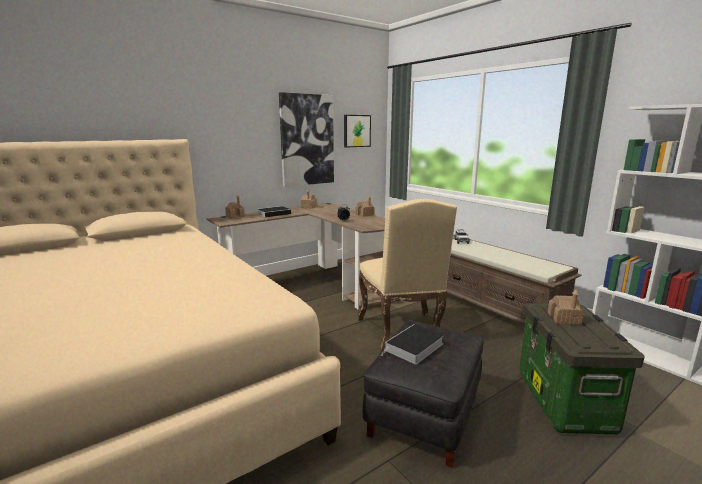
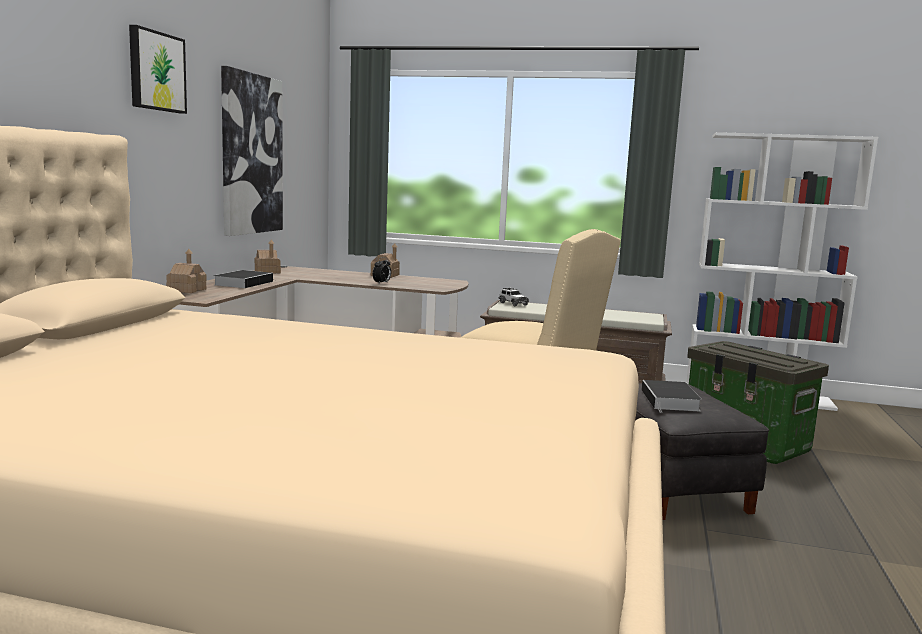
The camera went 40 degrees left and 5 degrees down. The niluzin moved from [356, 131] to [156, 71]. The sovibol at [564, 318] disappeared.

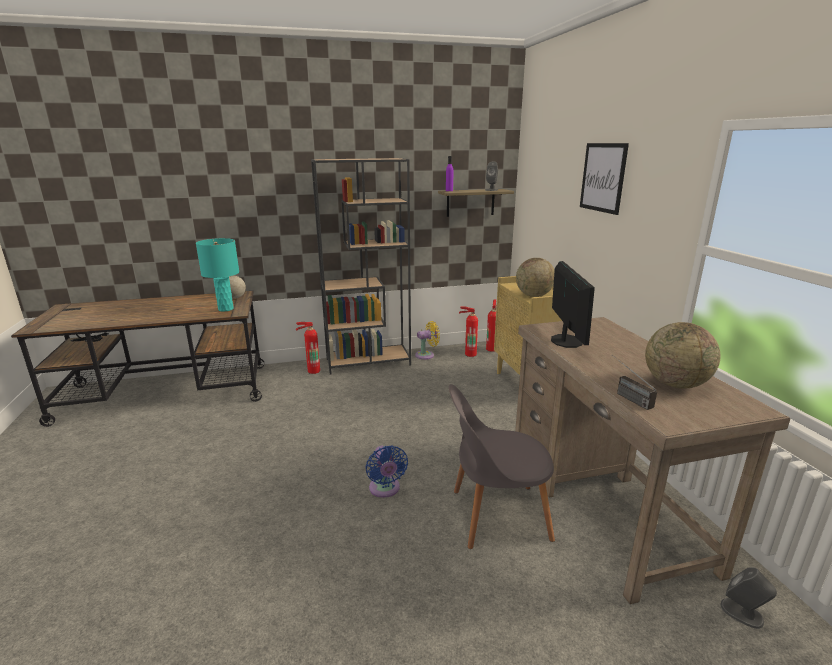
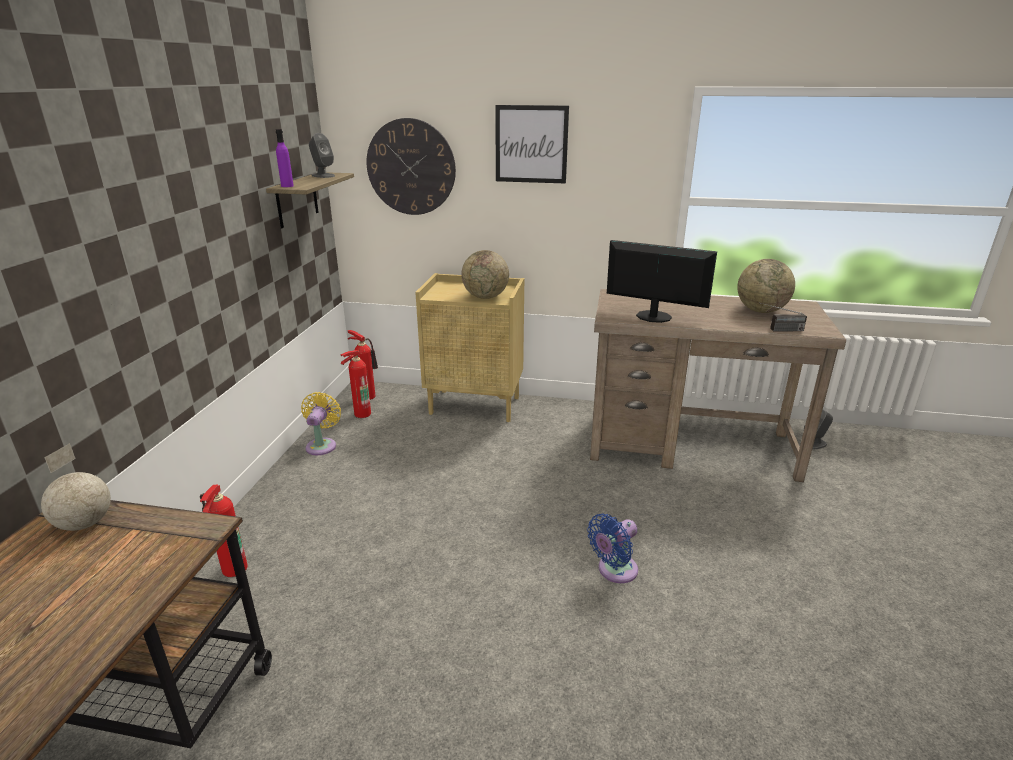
The camera went 65 degrees left and 5 degrees up. The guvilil at [368, 362] disappeared. The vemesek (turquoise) at [225, 309] disappeared. The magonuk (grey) at [495, 515] disappeared. The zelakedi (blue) at [385, 489] turned 135 degrees clockwise. The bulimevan at [411, 167] appeared.

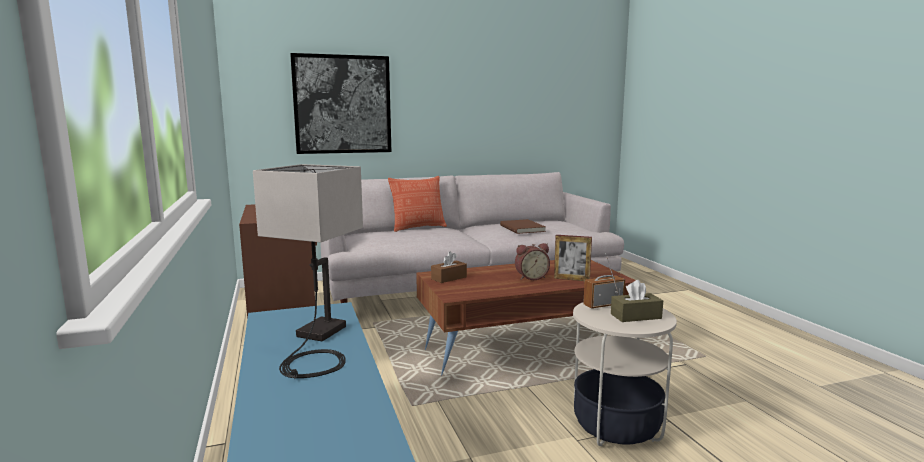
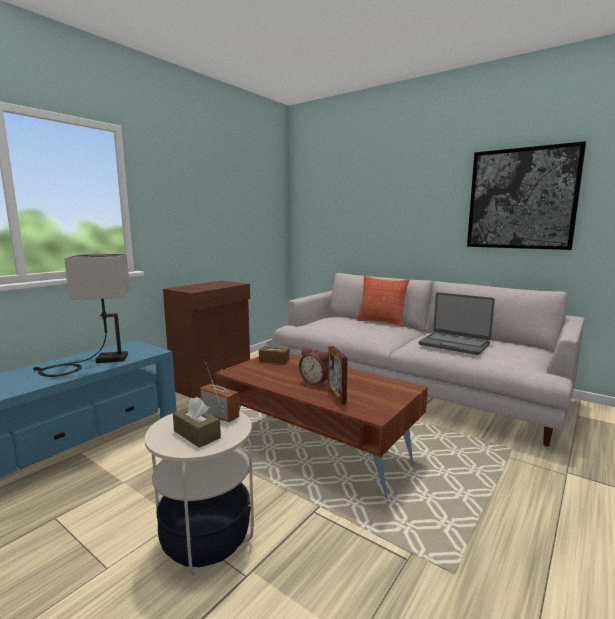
The camera went 55 degrees right and 0 degrees up. The niluzin moved from [342, 104] to [521, 199]. The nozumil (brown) at [523, 228] was replaced by the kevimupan at [454, 344].

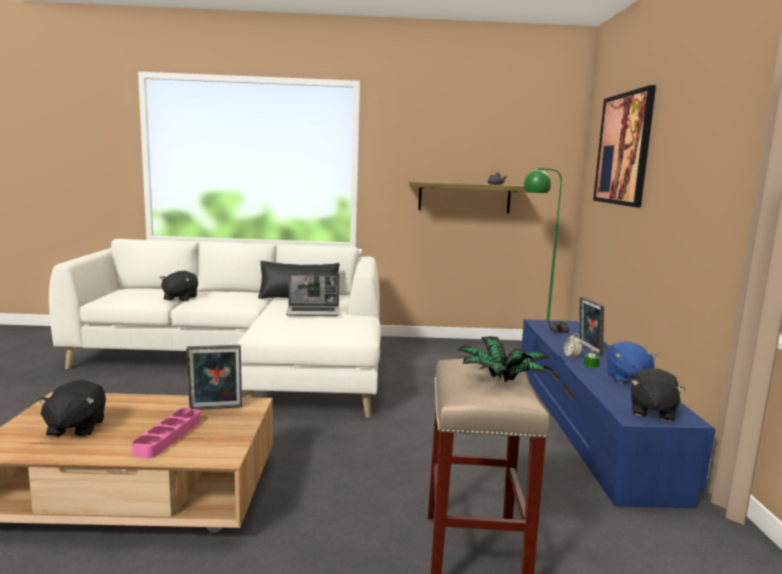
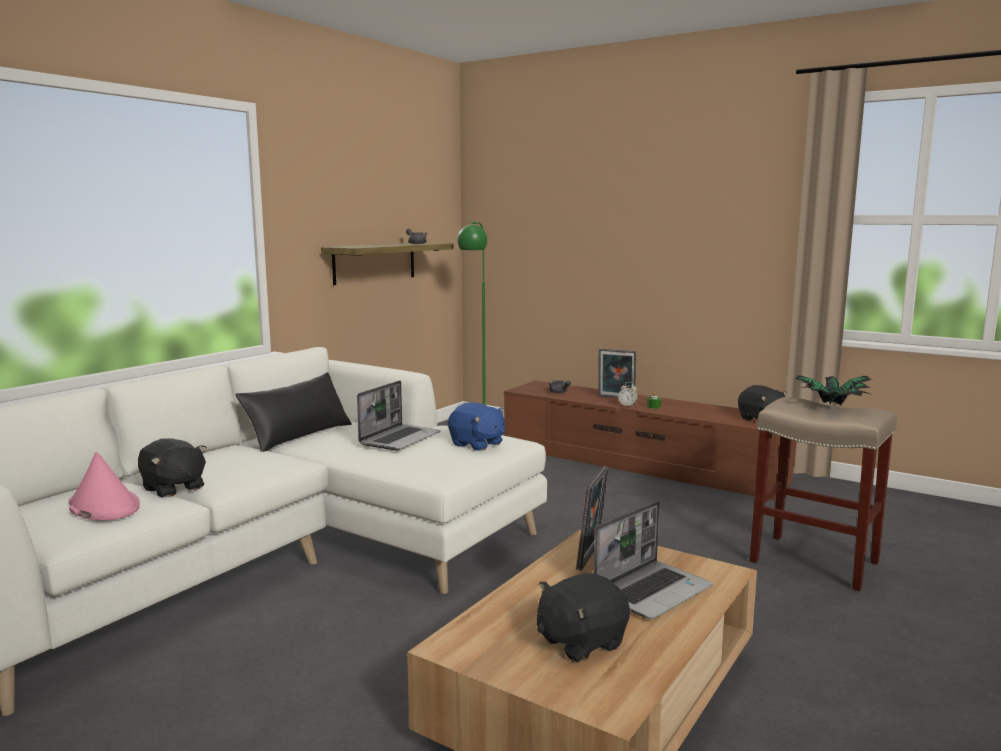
The camera went 55 degrees left and 0 degrees up. The niluzin at [623, 149] disappeared. The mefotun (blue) at [589, 422] became the mefotun (brown) at [640, 462]. The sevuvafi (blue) moved from [626, 378] to [477, 444]. The sevuvafi (black) at [75, 428] turned 120 degrees clockwise. The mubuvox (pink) at [168, 436] was replaced by the kevimupan at [652, 591]. The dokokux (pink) at [103, 506] appeared.

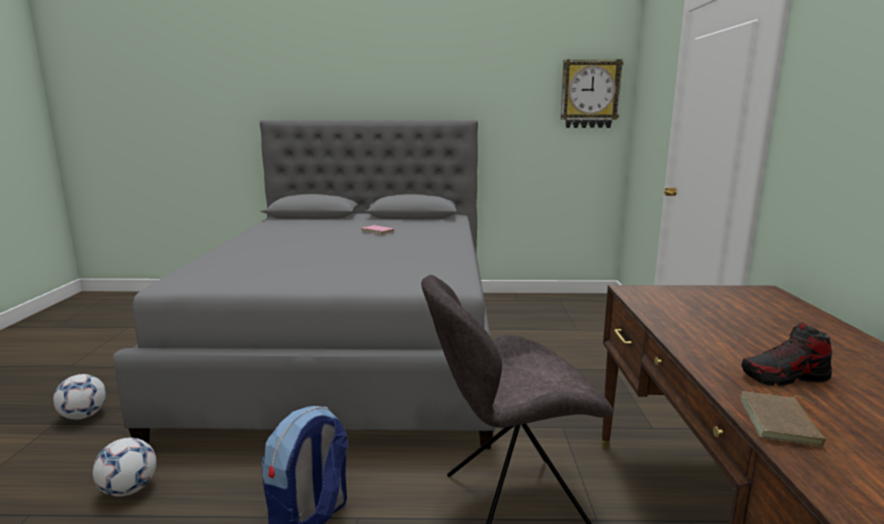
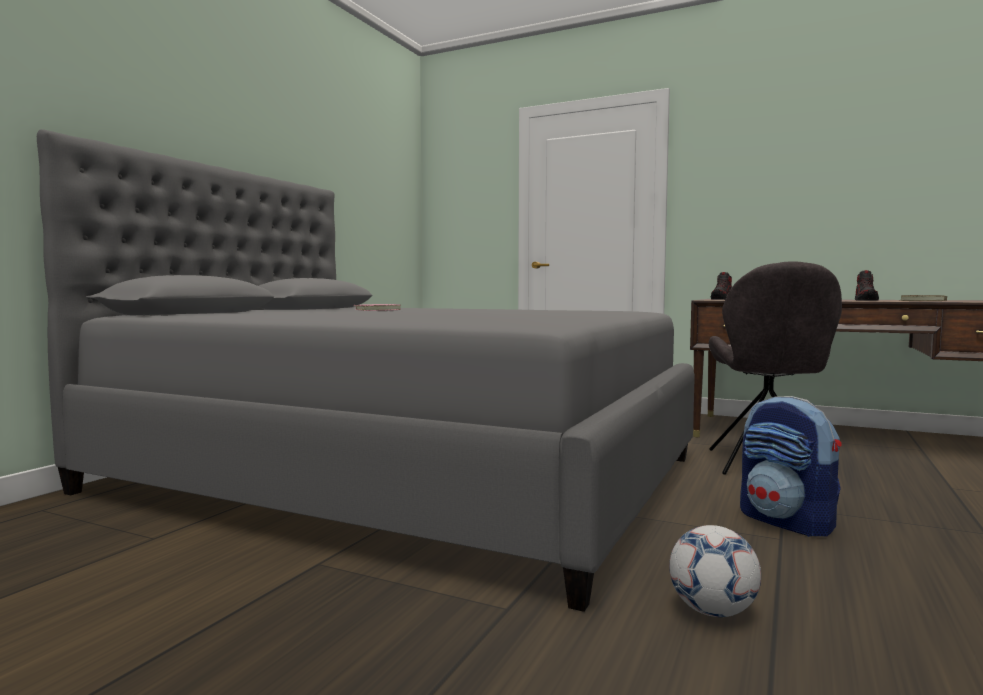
The camera went 65 degrees left and 10 degrees down. The bulimevan at [589, 94] disappeared. The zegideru at [84, 416] disappeared. The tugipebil at [721, 299] appeared.

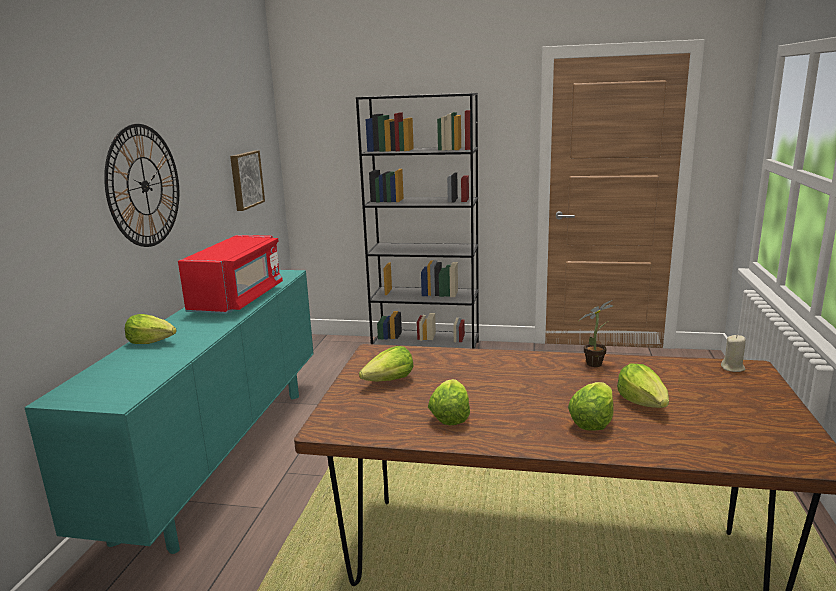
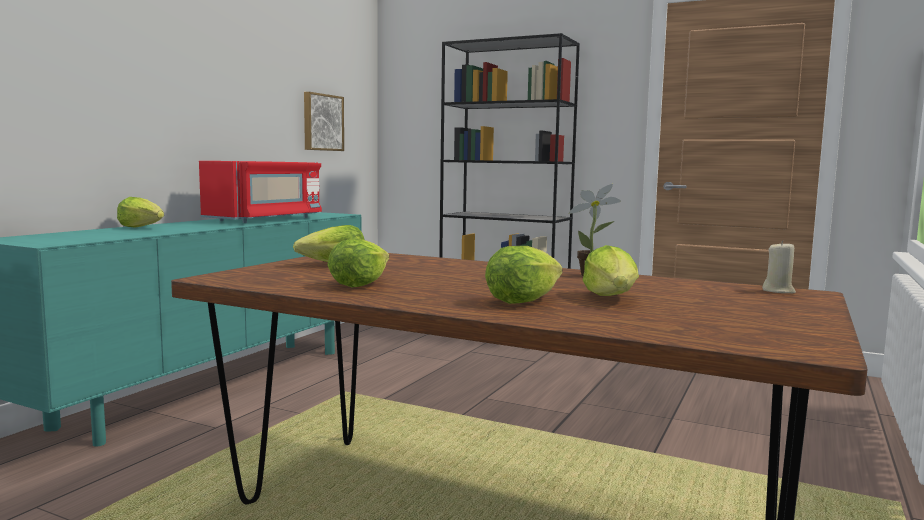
The camera went 15 degrees right and 10 degrees down. The bulimevan at [144, 186] disappeared.

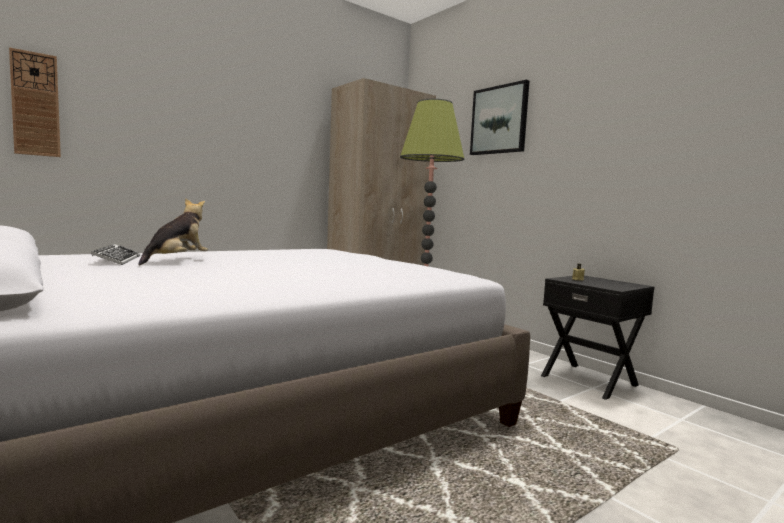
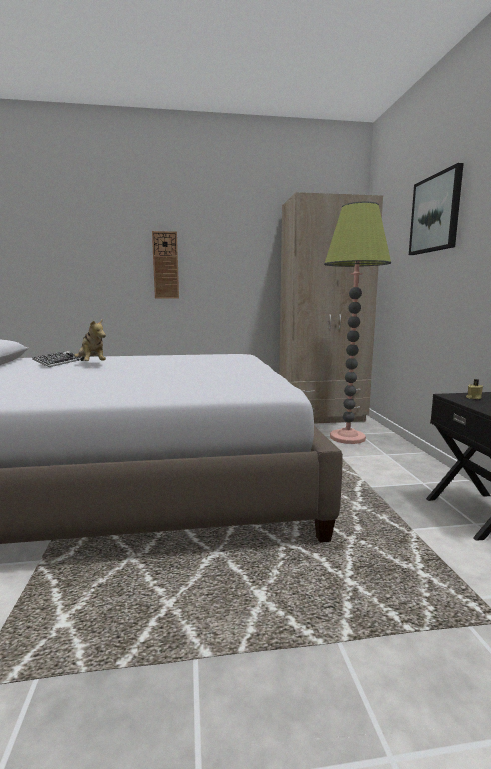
The camera went 30 degrees right and 5 degrees up. The bulimevan moved from [35, 104] to [165, 265]. The sevuvafi at [176, 261] turned 90 degrees clockwise.

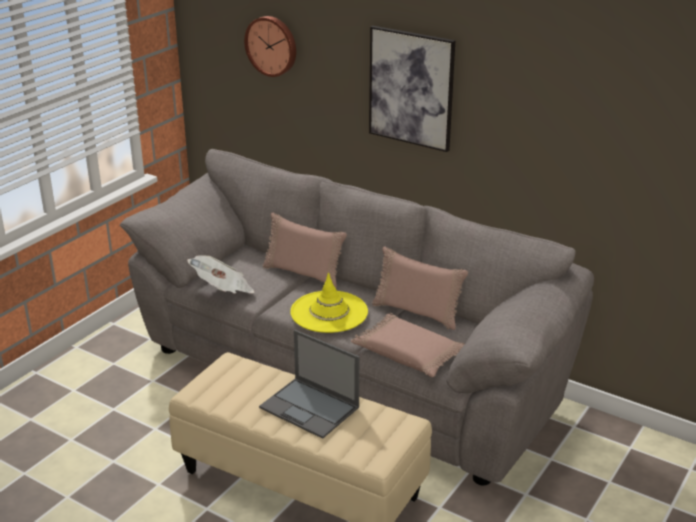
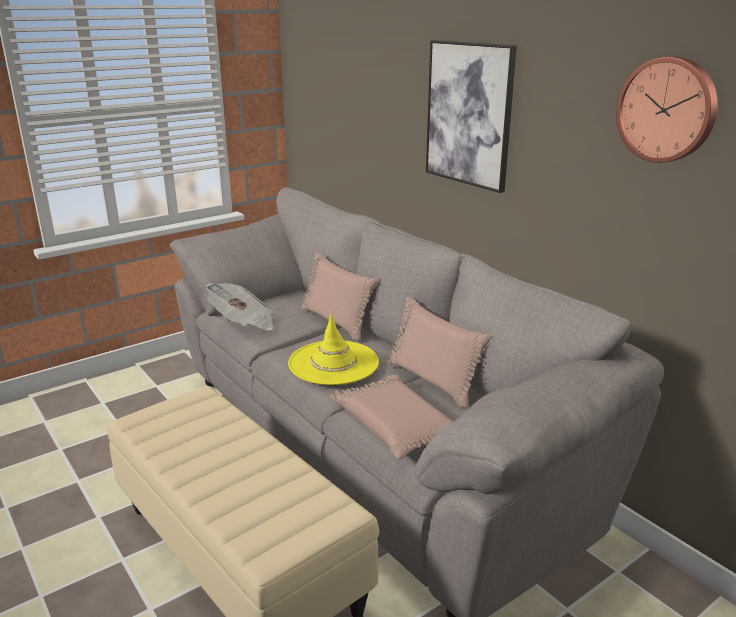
The camera went 20 degrees right and 5 degrees down. The bulimevan moved from [272, 45] to [667, 110]. The kevimupan at [310, 408] disappeared.

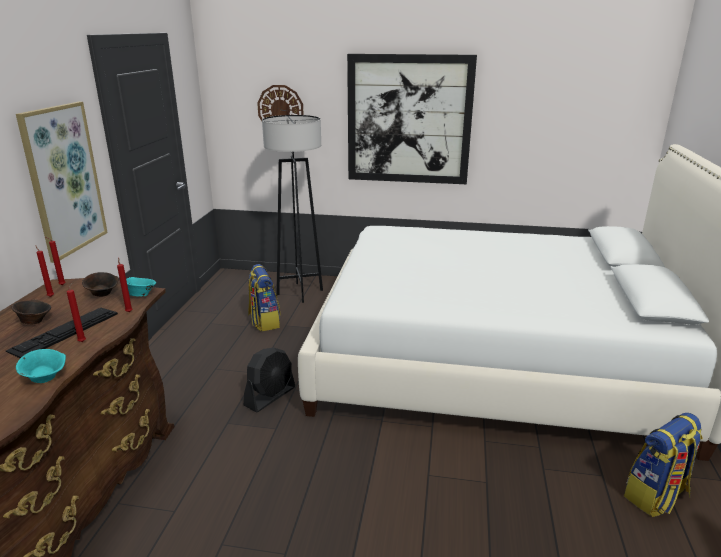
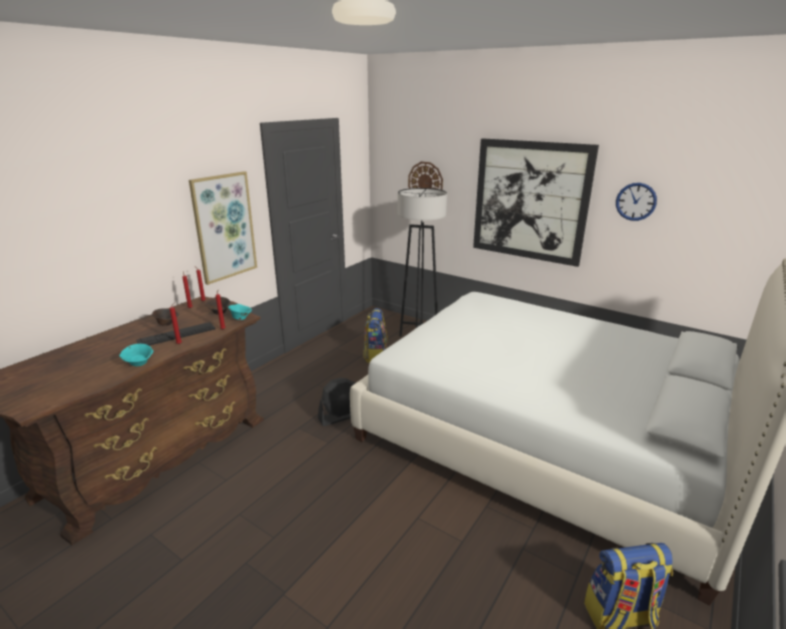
The camera went 25 degrees right and 0 degrees up. The bulimevan at [636, 201] appeared.

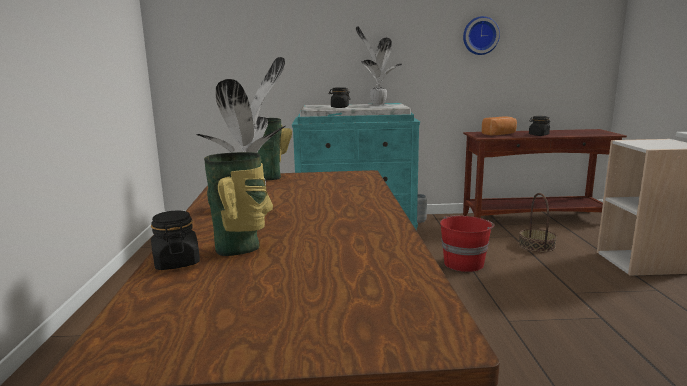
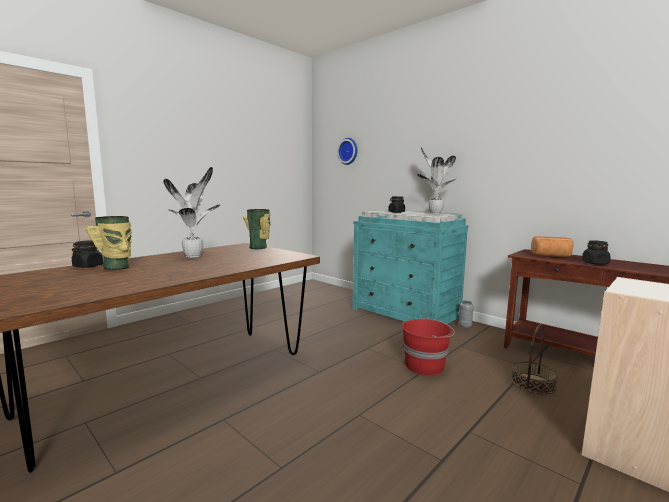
The camera went 45 degrees right and 5 degrees down. The bulimevan moved from [480, 36] to [349, 151].

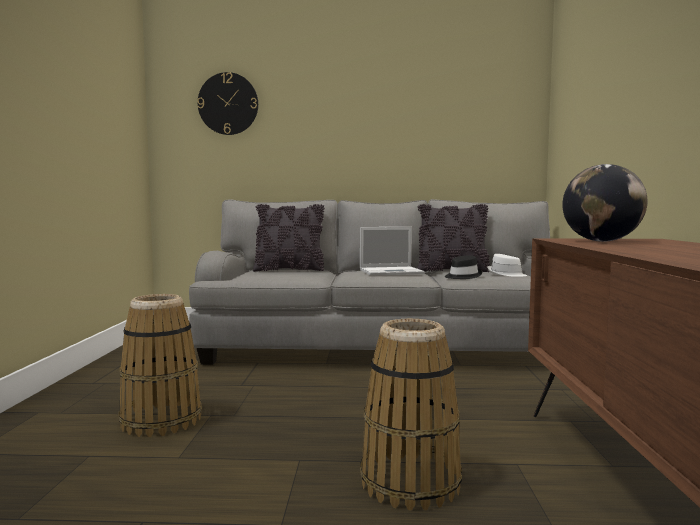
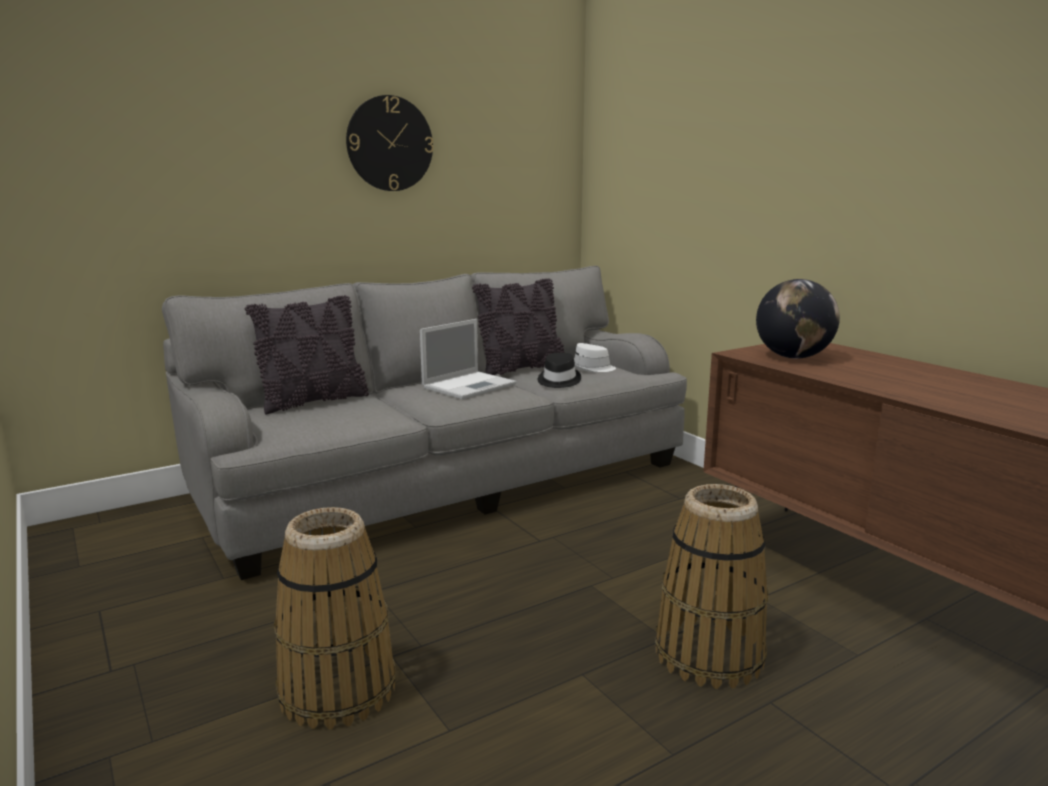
The camera went 35 degrees left and 10 degrees up. The bulimevan moved from [228, 104] to [390, 144].

